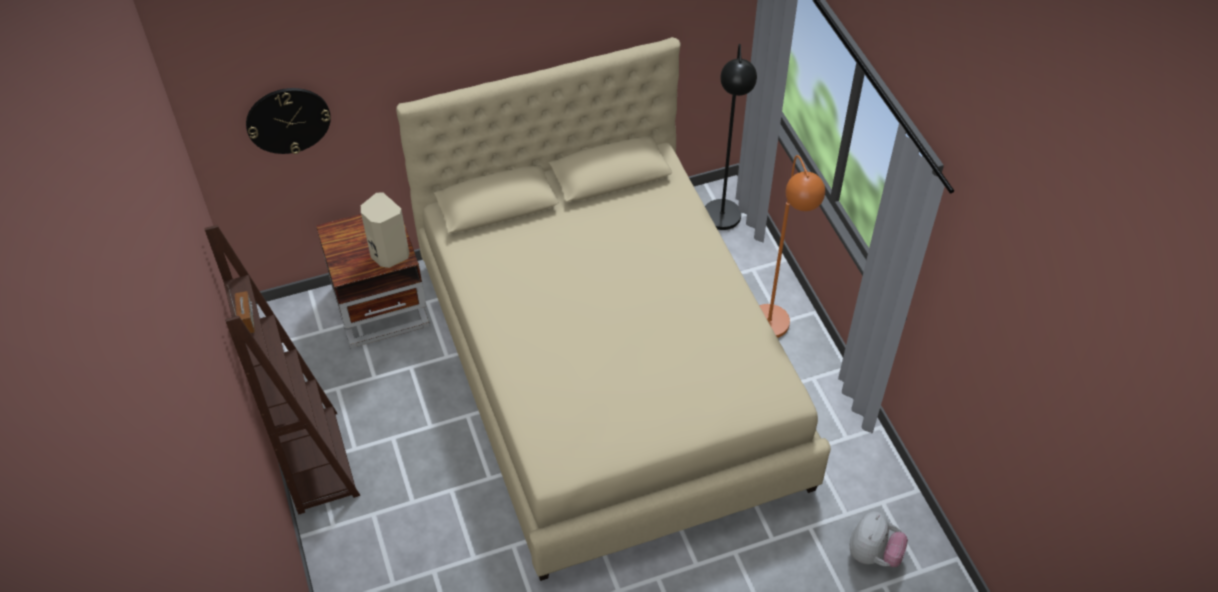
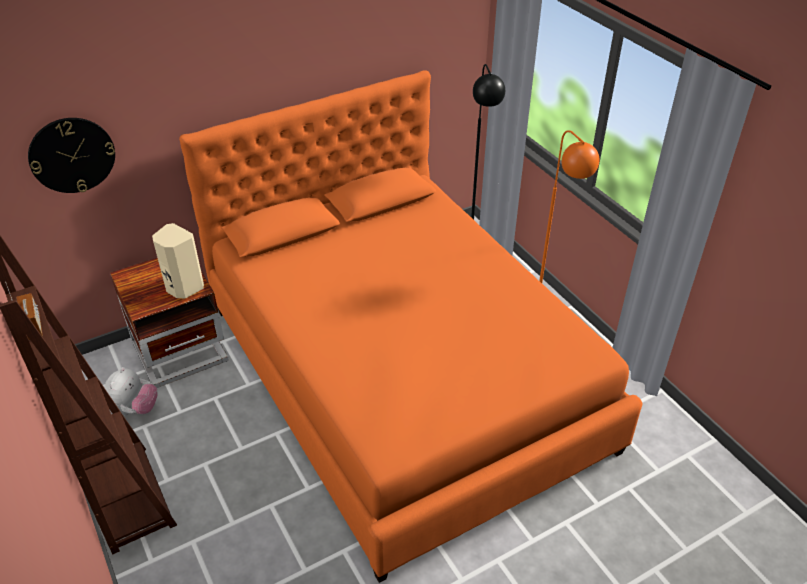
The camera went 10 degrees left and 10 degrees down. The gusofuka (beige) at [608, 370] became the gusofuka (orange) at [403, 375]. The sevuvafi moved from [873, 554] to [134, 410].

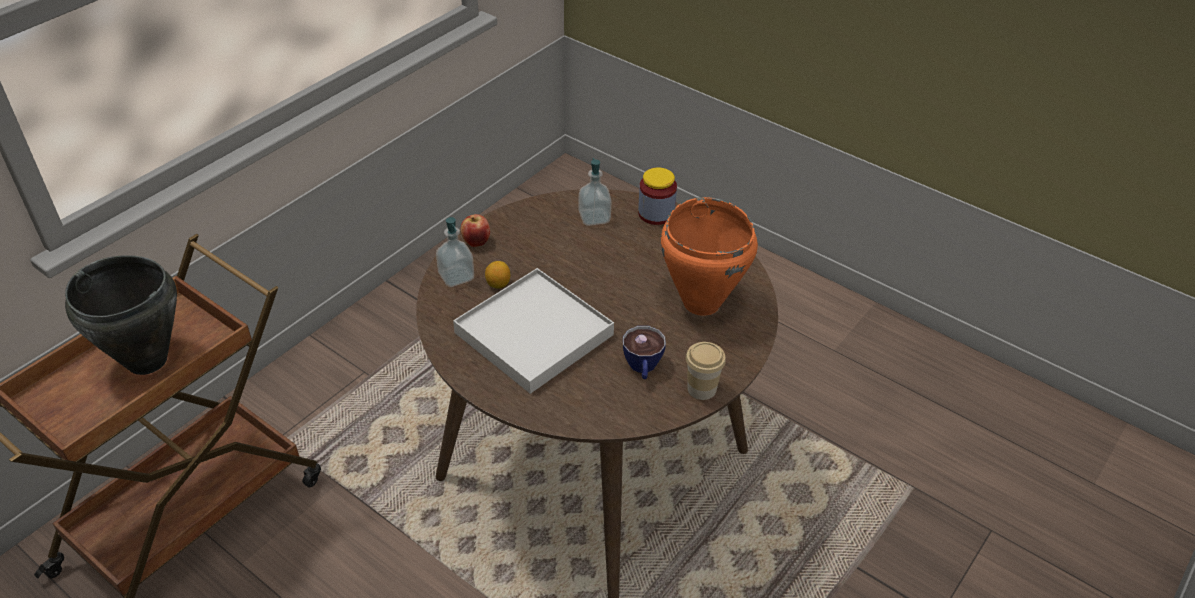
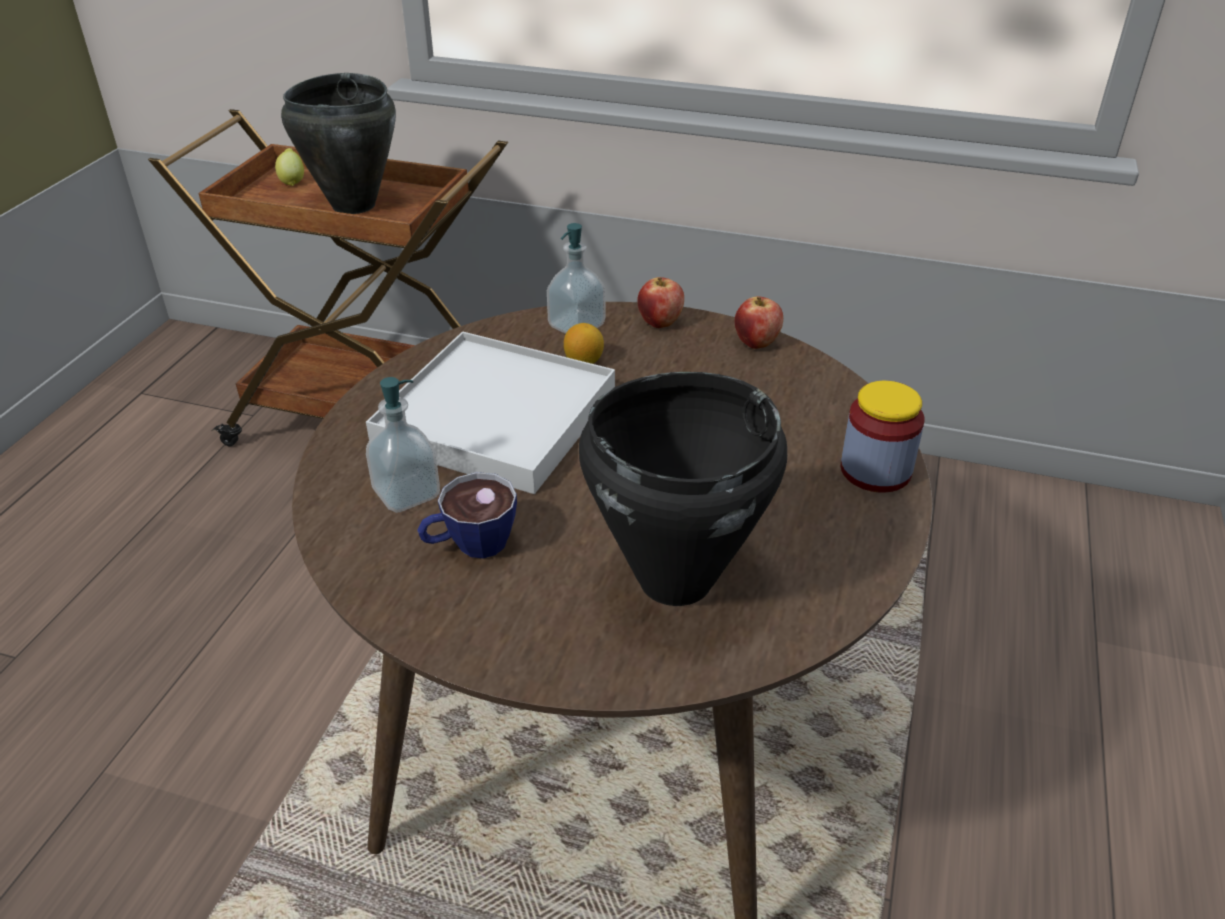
The camera went 70 degrees right and 5 degrees down. The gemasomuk moved from [594, 218] to [407, 494]. The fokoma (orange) at [701, 303] became the fokoma (black) at [673, 579]. The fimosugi at [701, 389] disappeared. The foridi at [292, 181] appeared. The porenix at [756, 343] appeared.

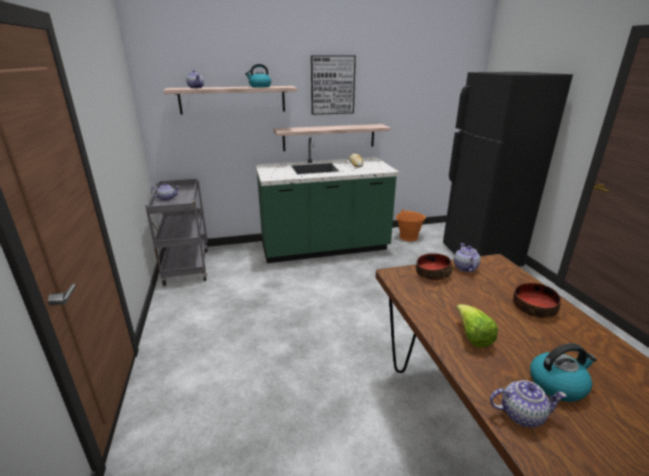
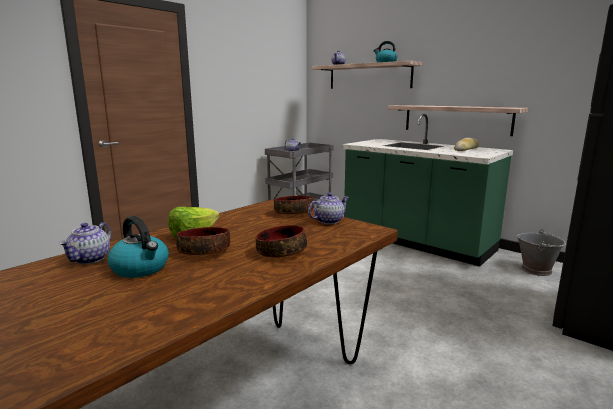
The camera went 55 degrees right and 10 degrees down. The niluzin at [332, 85] disappeared. The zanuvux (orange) at [408, 237] became the zanuvux (grey) at [536, 270]. The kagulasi at [522, 414] turned 45 degrees clockwise. The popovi at [205, 251] appeared.

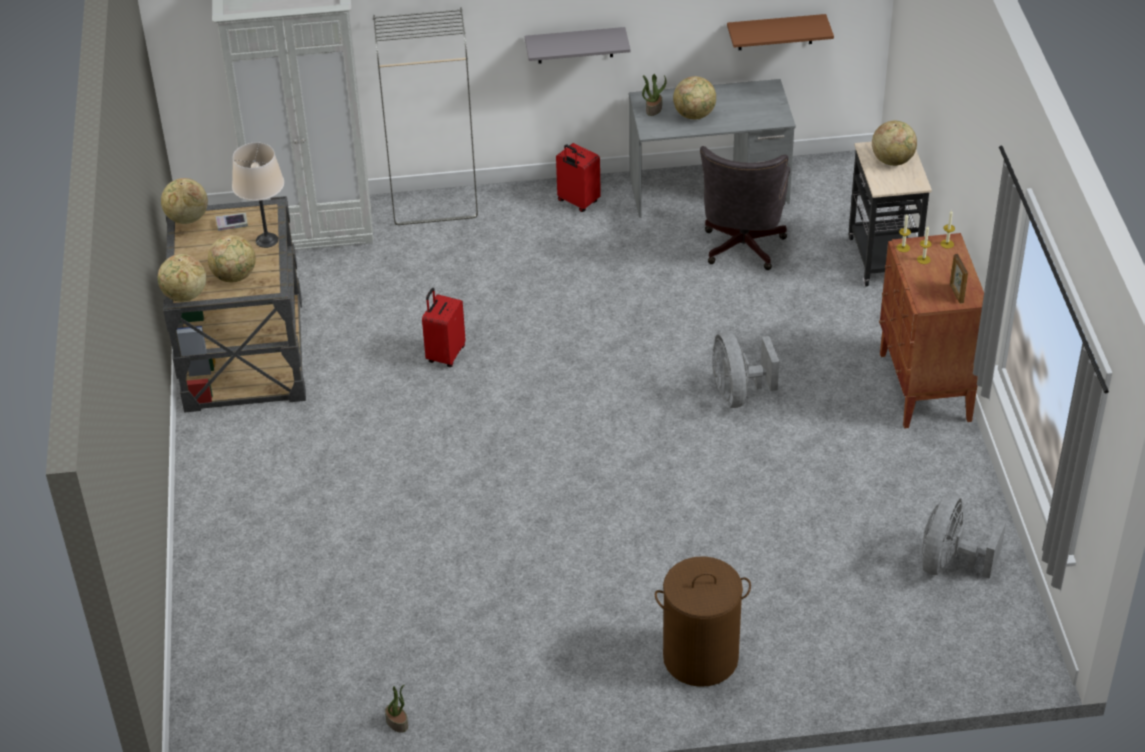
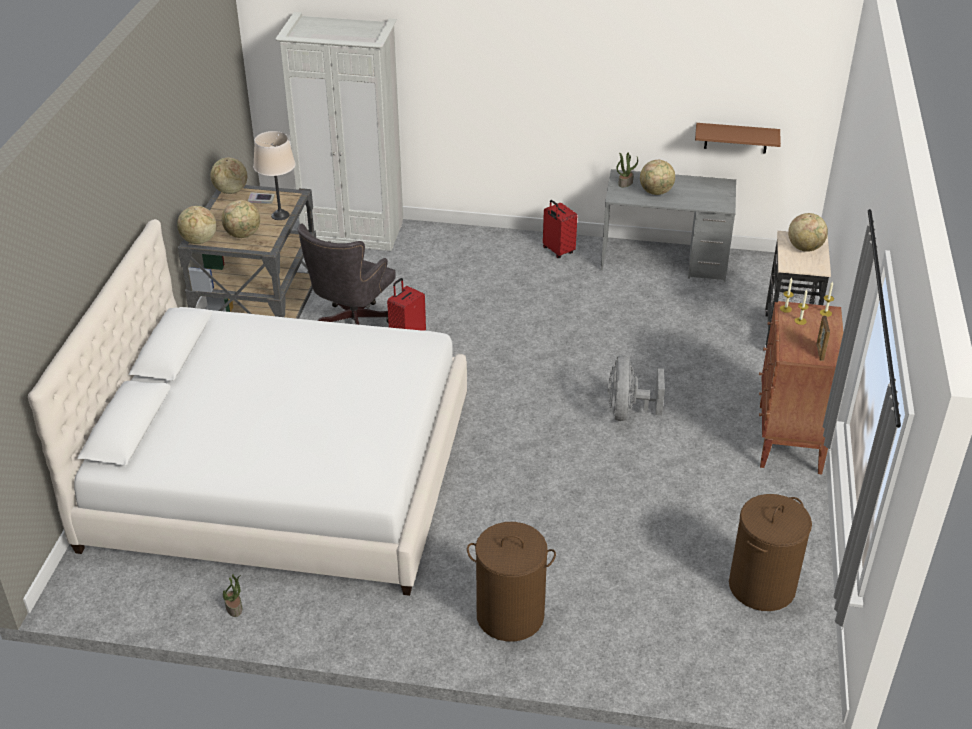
The camera went 15 degrees right and 5 degrees down. The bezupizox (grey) at [435, 207] disappeared. The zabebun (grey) at [575, 45] disappeared. The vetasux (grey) moved from [742, 249] to [352, 324]. The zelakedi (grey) at [949, 563] was replaced by the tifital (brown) at [762, 587]. The gusofuka (white) at [281, 472] appeared.

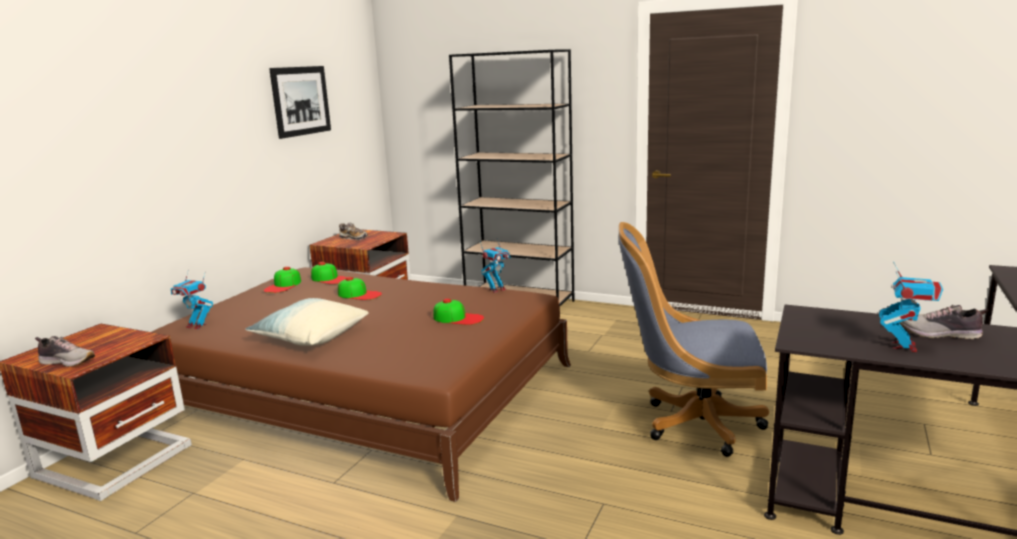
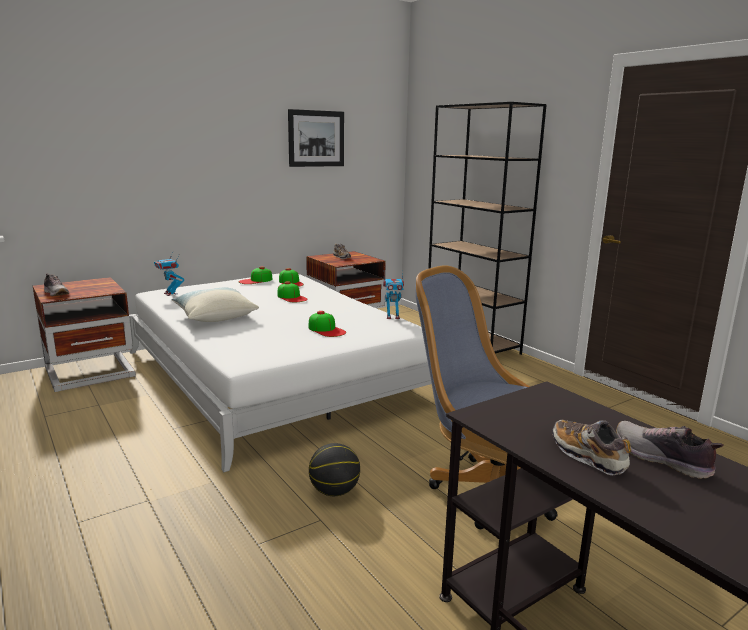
The camera went 30 degrees right and 0 degrees up. The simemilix at [904, 346] was replaced by the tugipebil at [587, 456]. The gusofuka (brown) at [366, 391] became the gusofuka (white) at [273, 376]. The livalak at [334, 491] appeared.

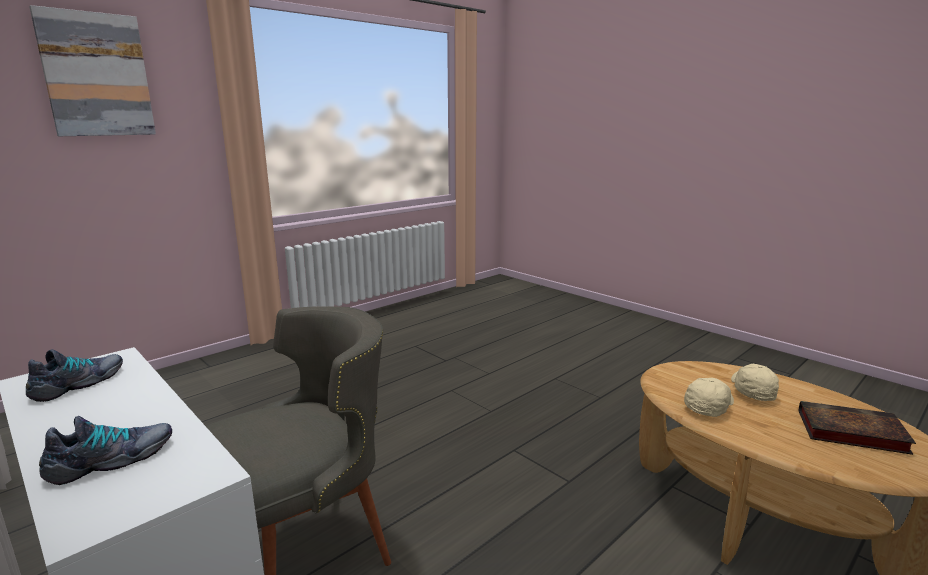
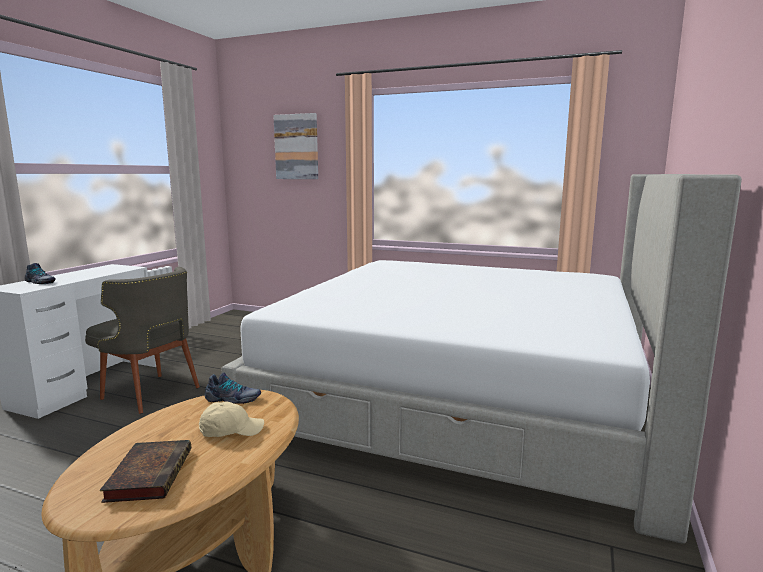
The camera went 65 degrees right and 5 degrees down. The tugipebil moved from [80, 384] to [232, 399]. The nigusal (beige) at [708, 406] disappeared. The gusofuka at [465, 396] appeared.

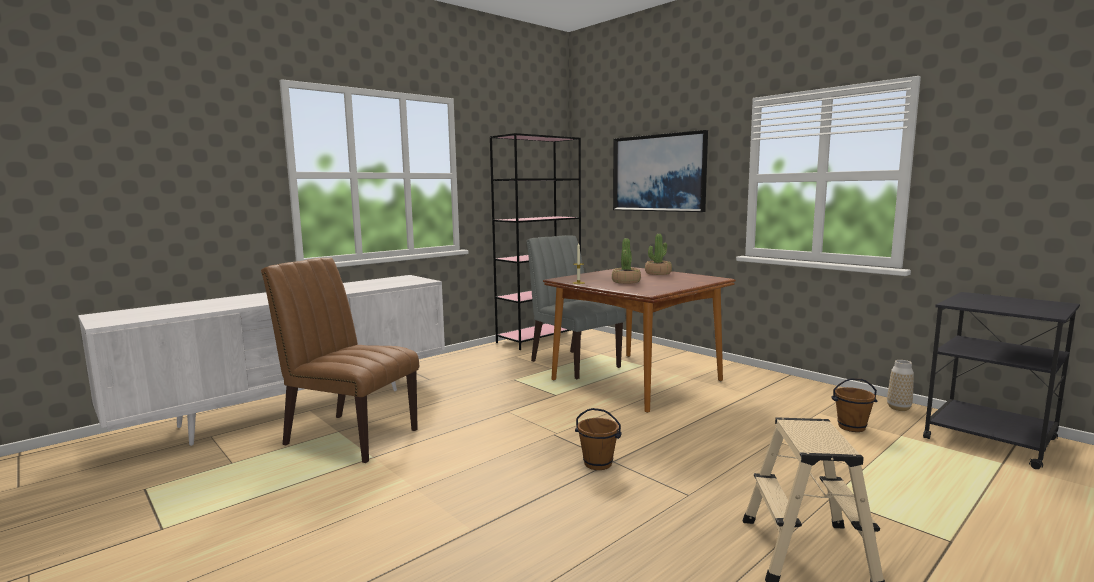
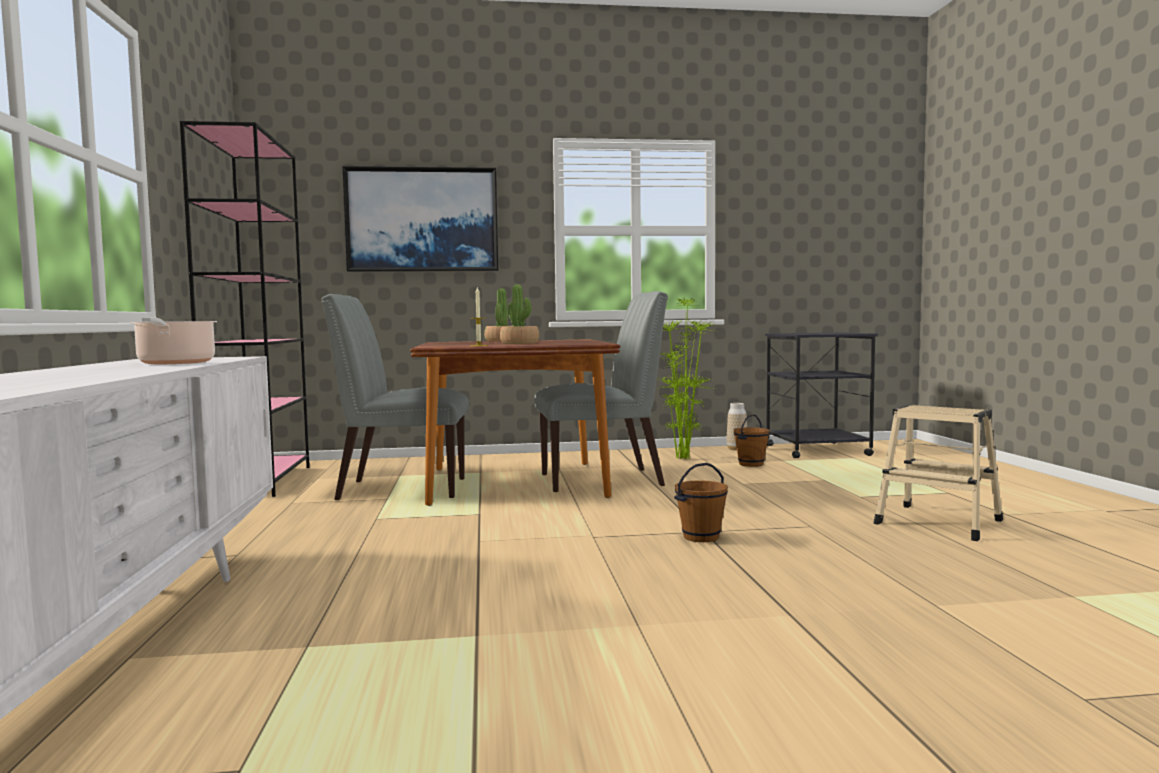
The camera went 55 degrees left and 5 degrees down. The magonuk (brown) at [352, 437] disappeared. The magonuk (grey) at [600, 480] appeared. The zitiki at [684, 459] appeared. The fokoma at [175, 363] appeared.

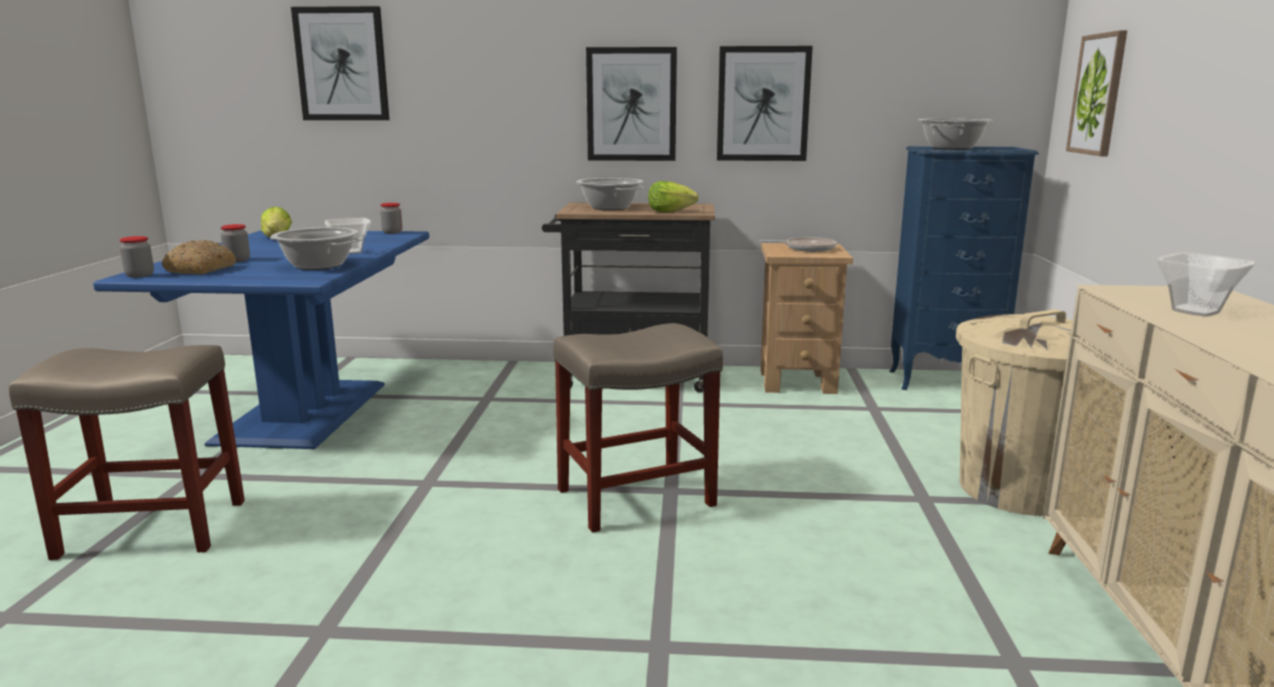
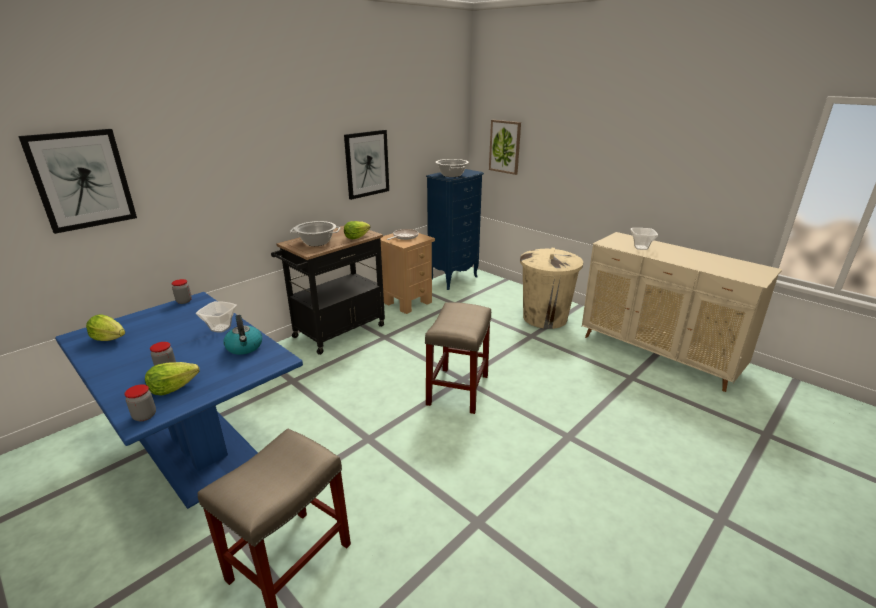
The camera went 50 degrees left and 10 degrees up. The niluzin at [631, 104] disappeared. The fokoma at [319, 265] was replaced by the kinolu at [245, 347]. The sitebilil at [201, 269] was replaced by the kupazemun at [173, 388].

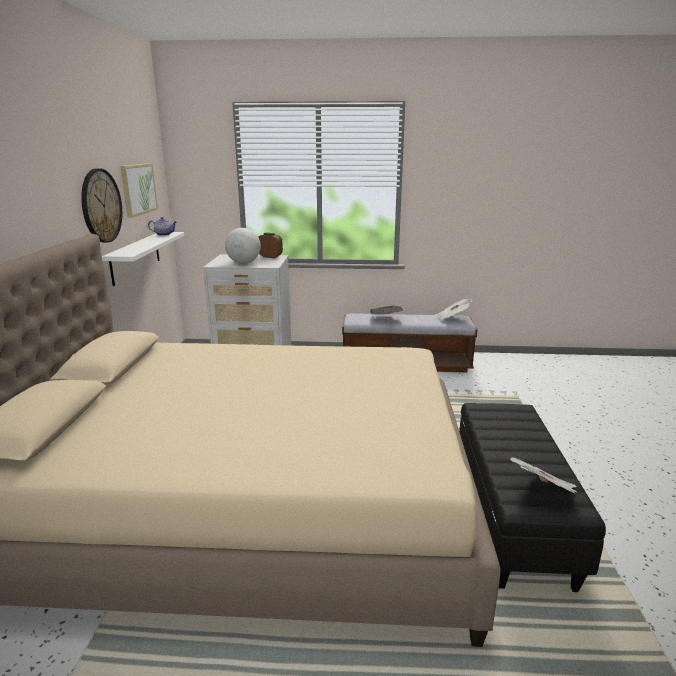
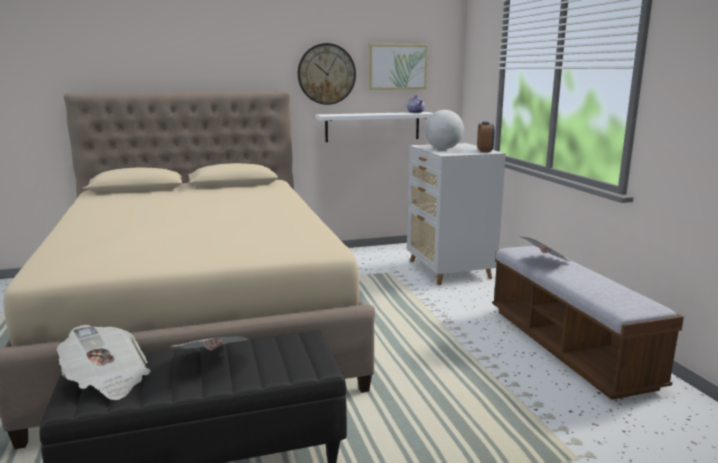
The camera went 70 degrees right and 5 degrees down. The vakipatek moved from [451, 318] to [212, 361].

